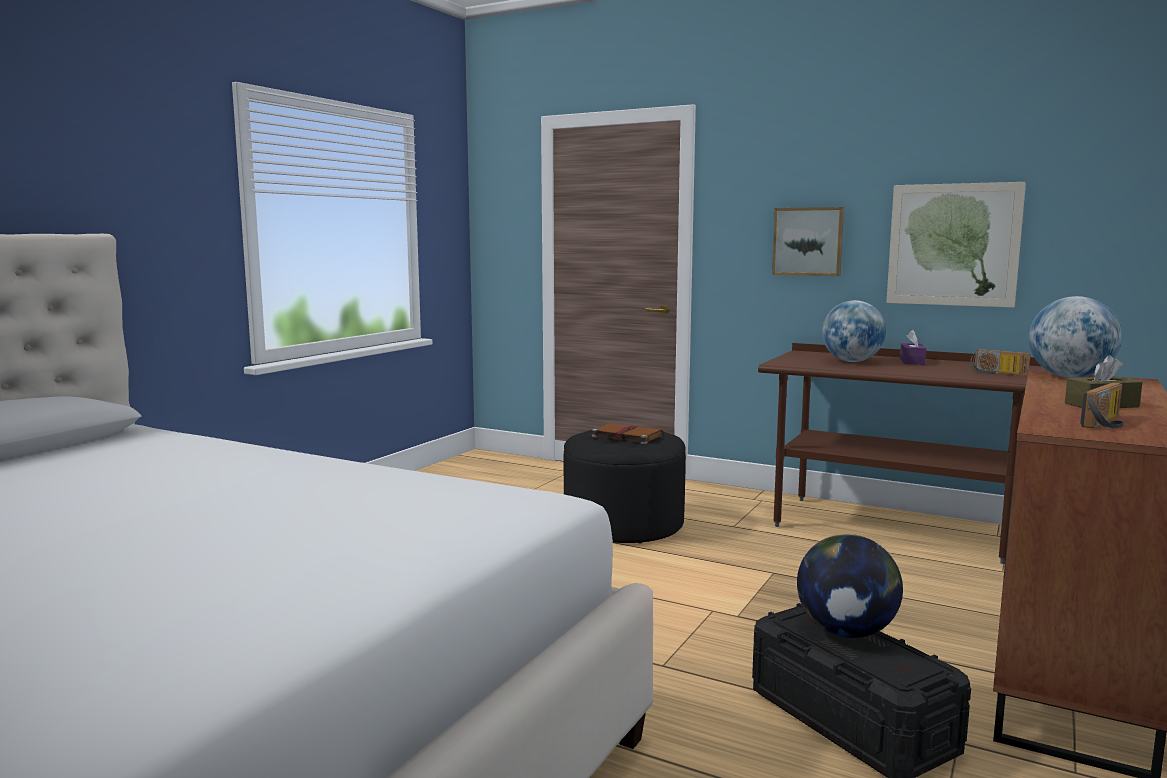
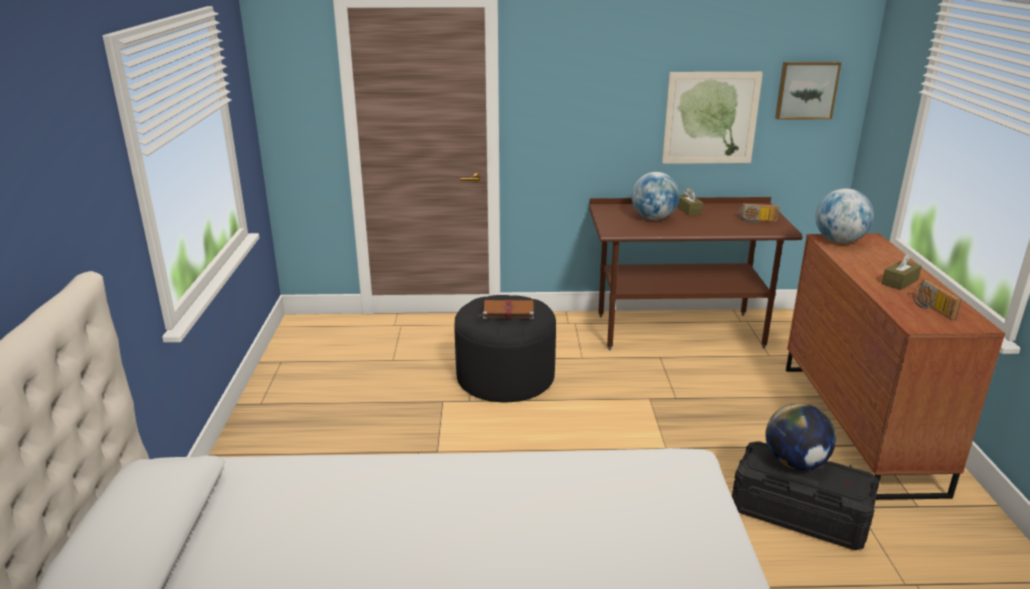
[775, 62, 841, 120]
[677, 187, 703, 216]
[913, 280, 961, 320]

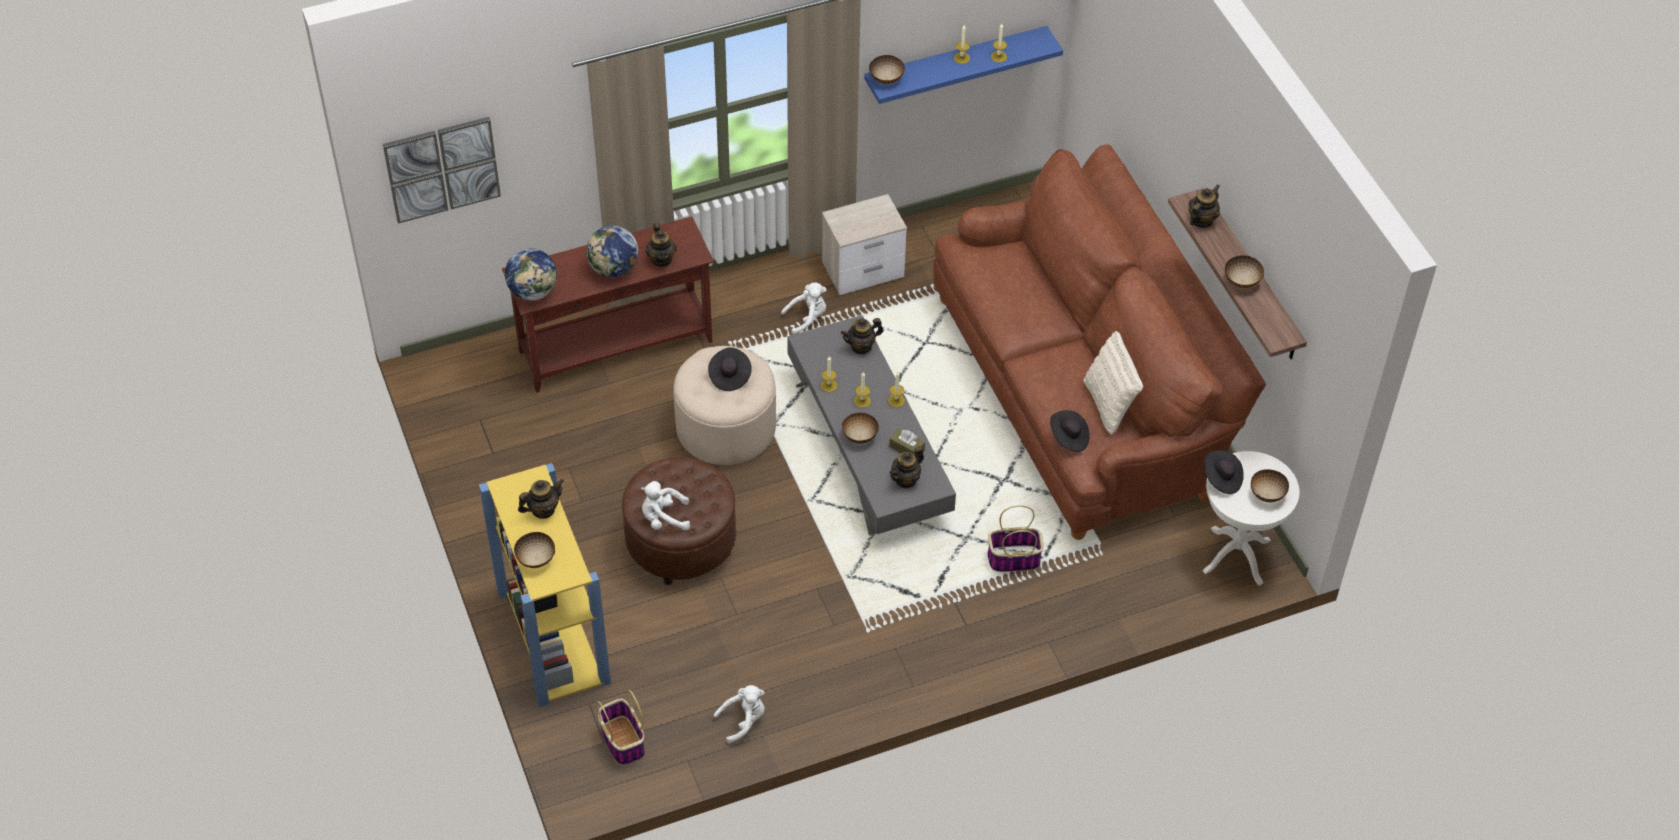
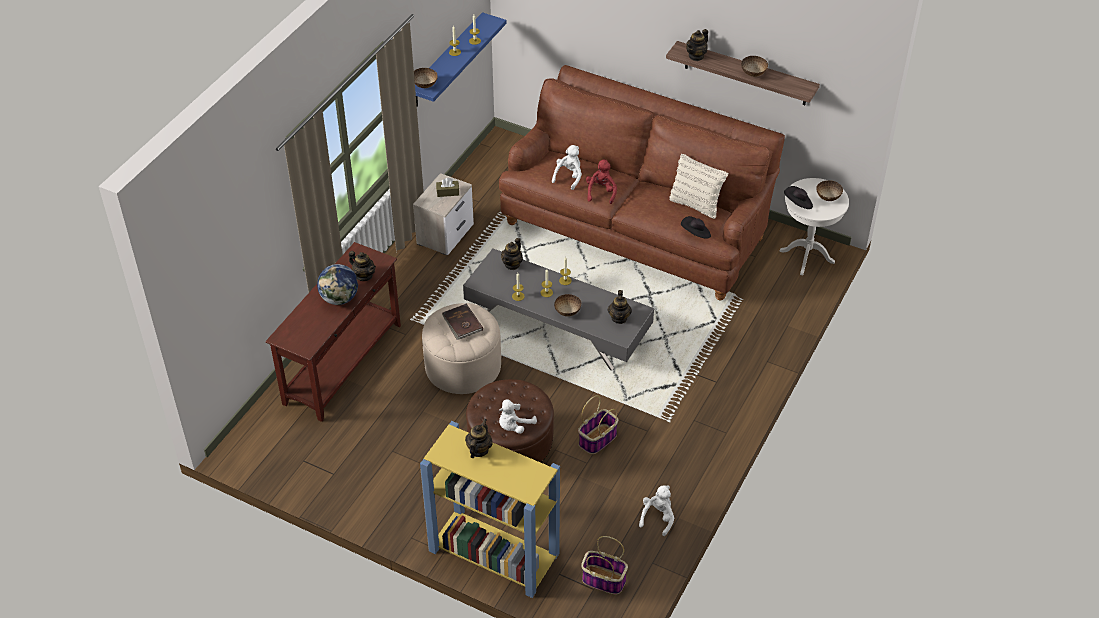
[383, 117, 501, 224] (first image)
[504, 248, 557, 301] (first image)
[514, 532, 555, 568] (first image)
[586, 160, 617, 204]
[552, 145, 582, 190]
[436, 178, 459, 197]
[578, 396, 618, 454]
[442, 304, 483, 340]
[686, 29, 708, 61]

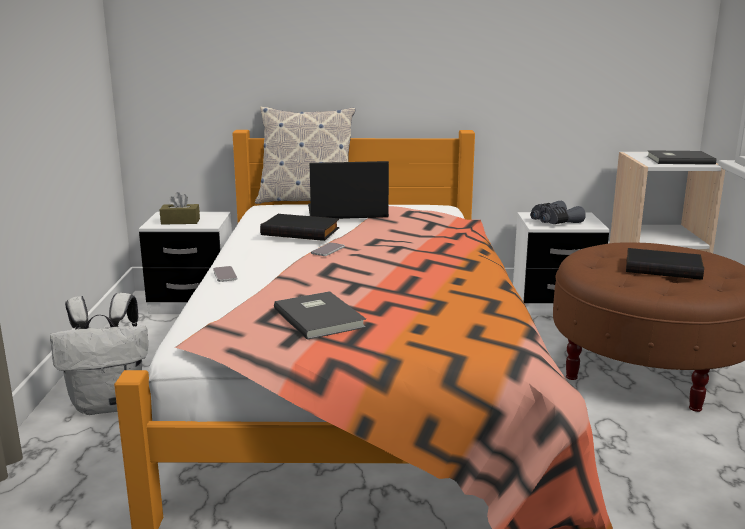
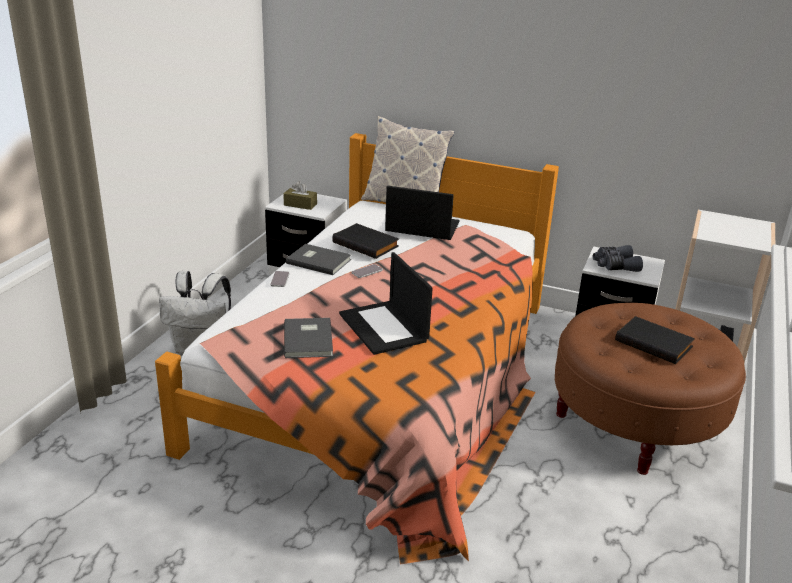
[339, 252, 433, 355]
[286, 244, 351, 275]

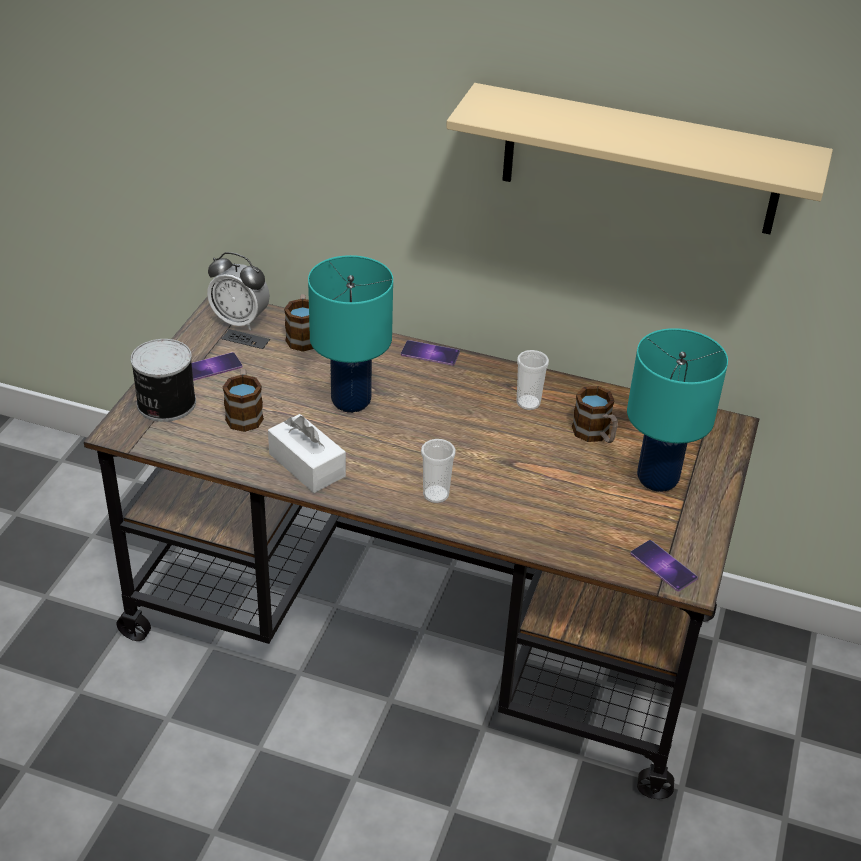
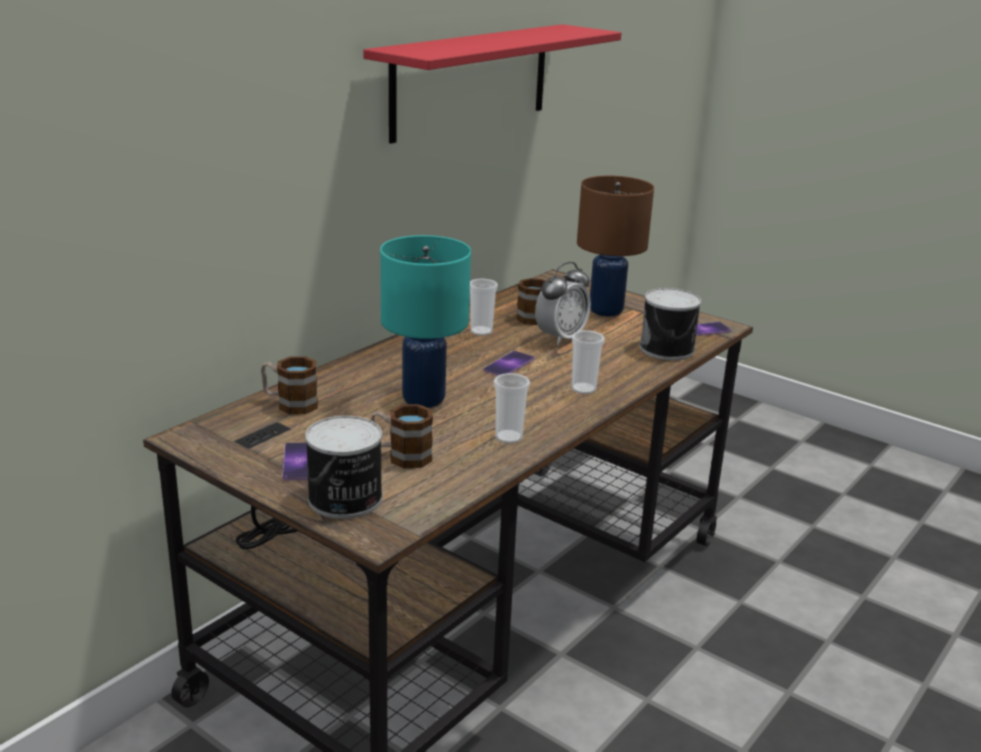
[640, 288, 701, 360]
[535, 262, 591, 345]
[483, 351, 535, 376]
[493, 373, 530, 444]
[363, 24, 621, 144]
[577, 176, 654, 317]

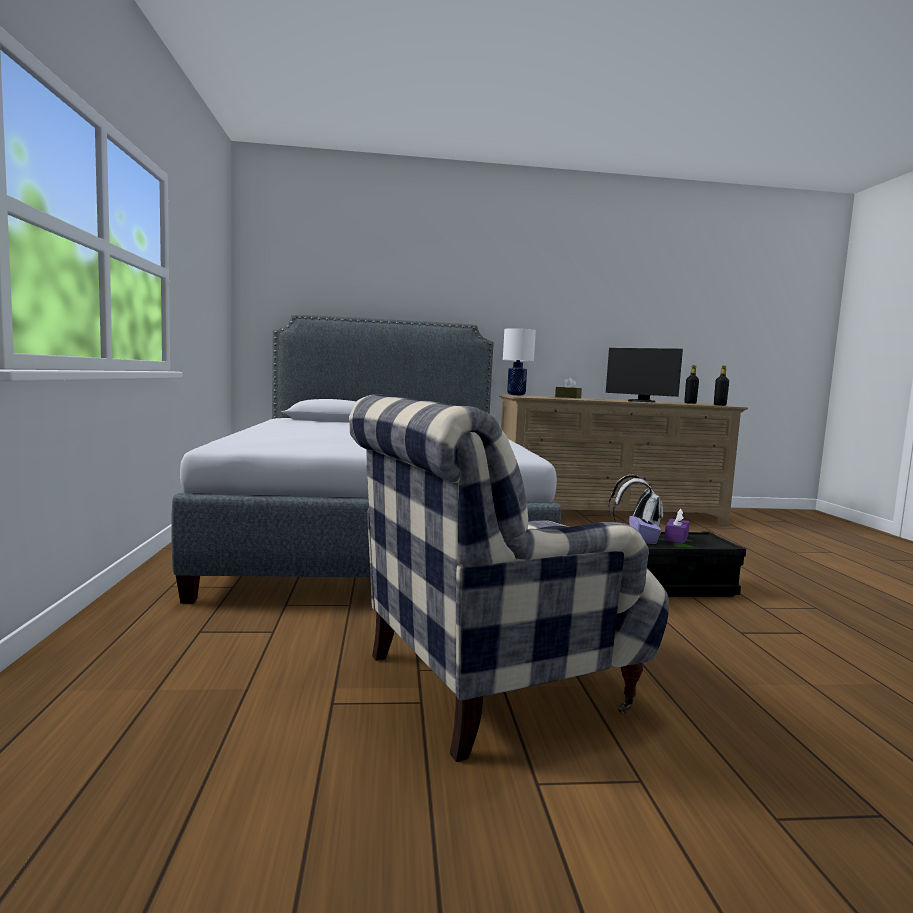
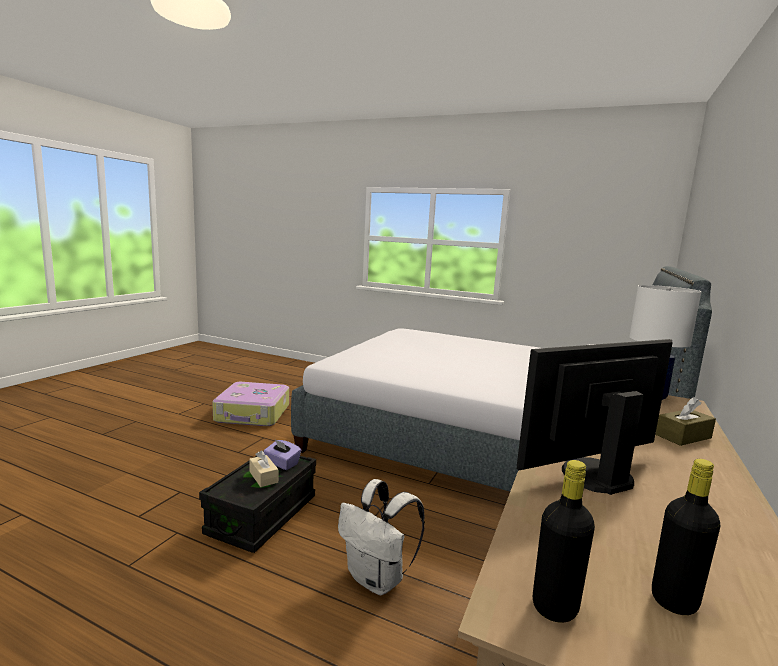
[212, 382, 289, 426]
[249, 450, 278, 487]

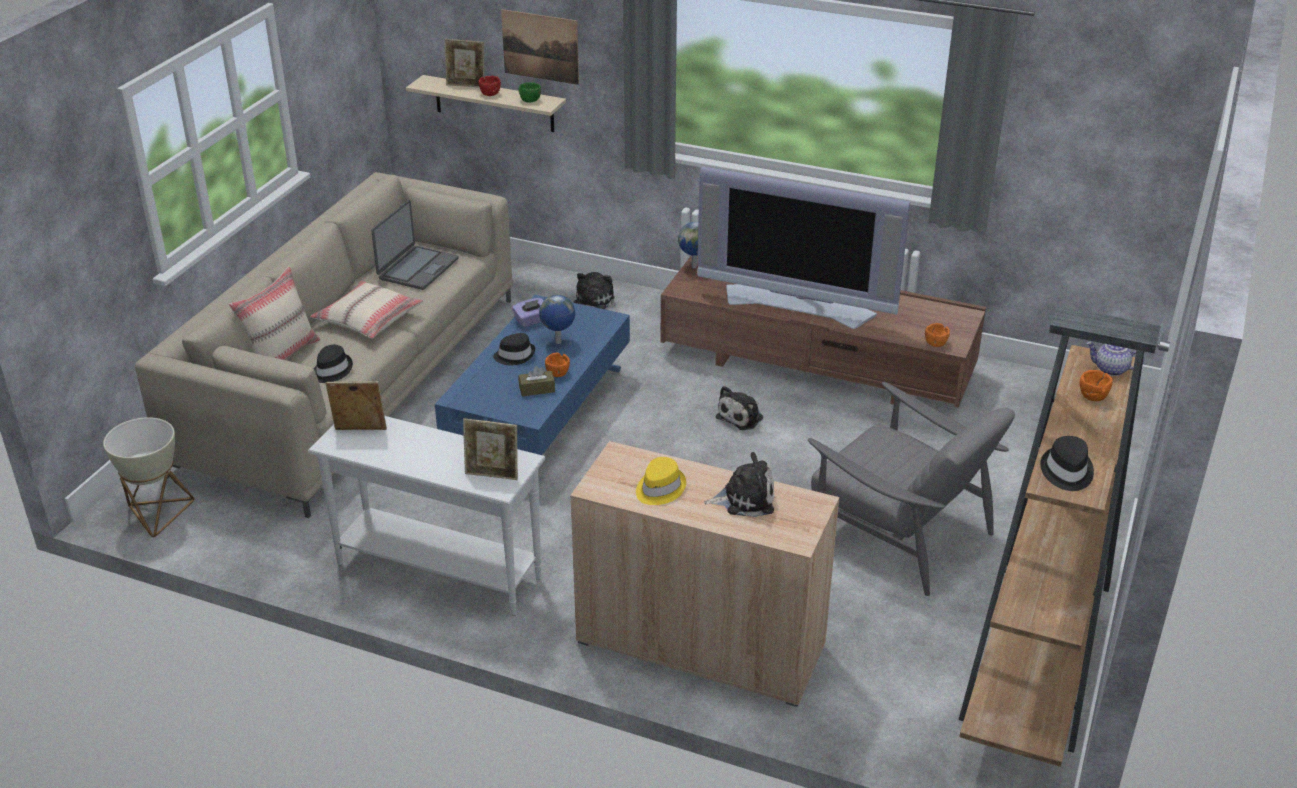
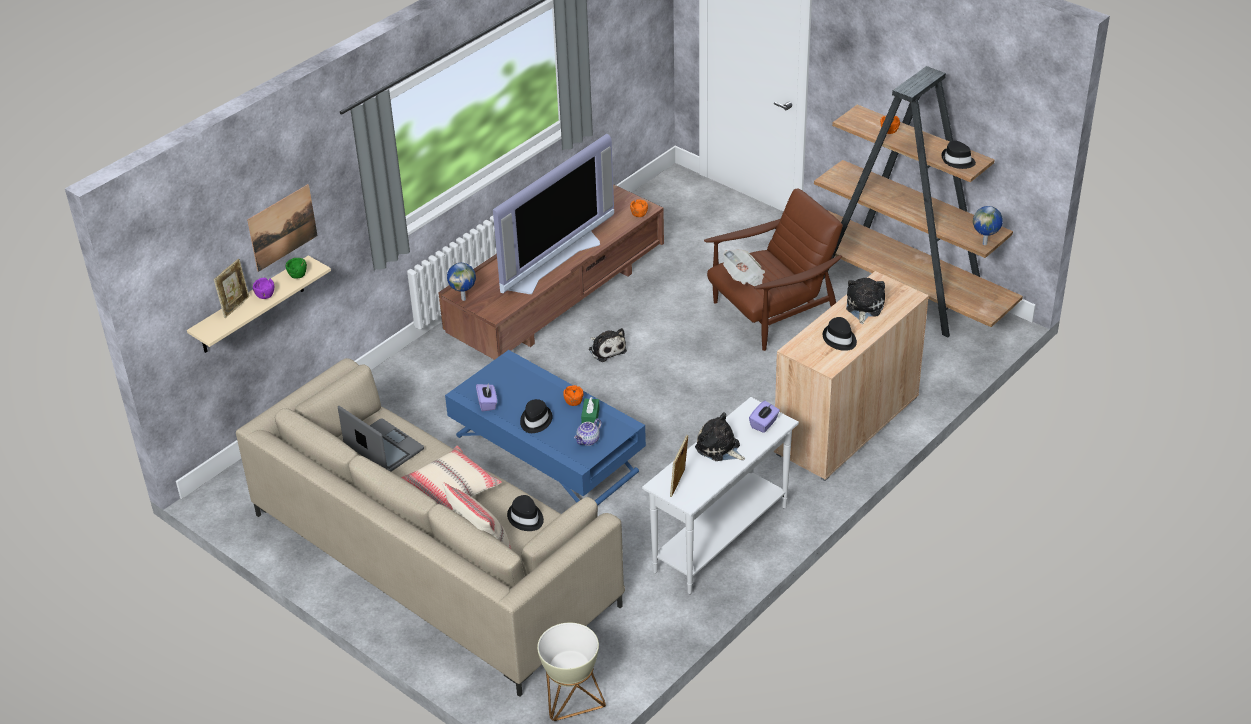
[723, 249, 765, 287]
[973, 206, 1003, 245]
[695, 412, 745, 461]
[574, 419, 601, 446]
[749, 401, 780, 433]
[253, 278, 274, 299]
[581, 397, 600, 425]
[823, 317, 857, 351]
[704, 188, 843, 351]

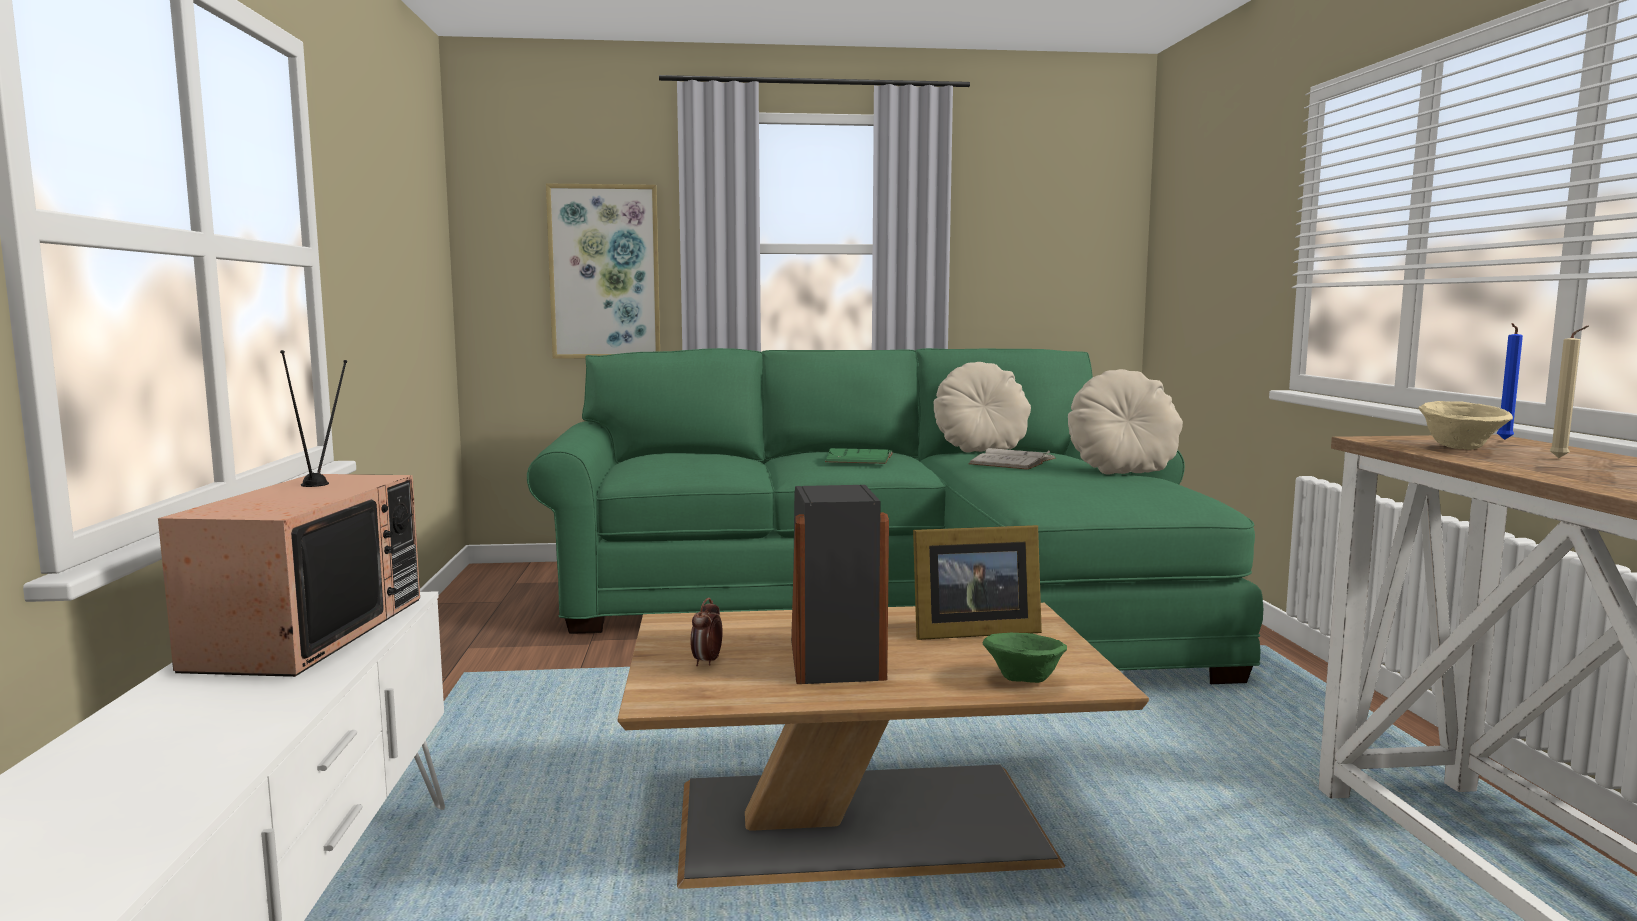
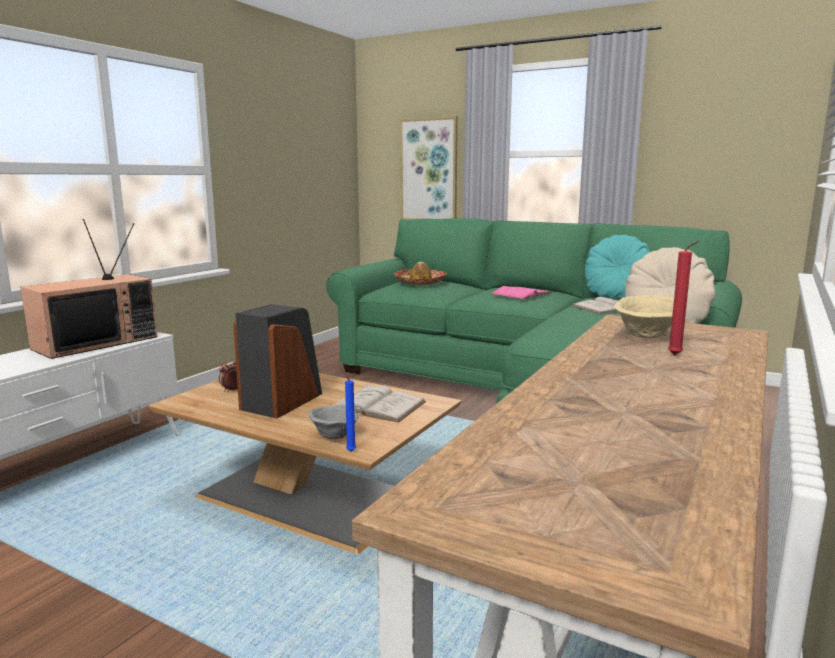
[394, 262, 447, 285]
[341, 374, 356, 452]
[332, 384, 426, 422]
[492, 286, 551, 299]
[585, 235, 650, 299]
[308, 406, 359, 439]
[668, 241, 699, 355]

